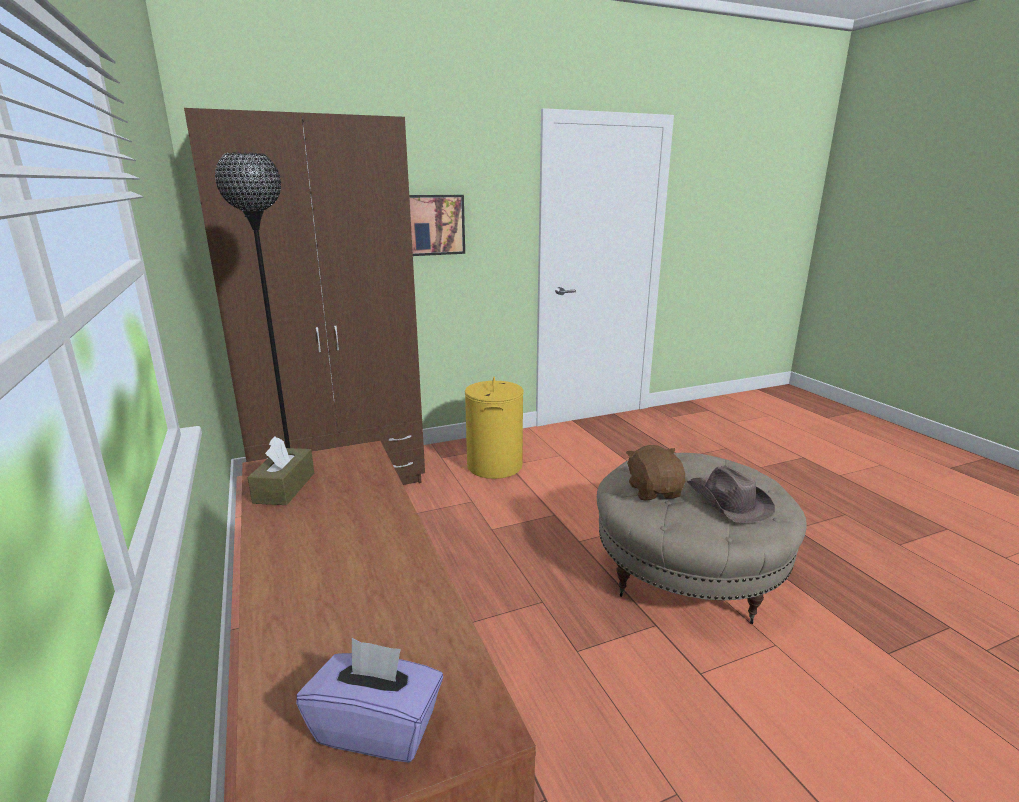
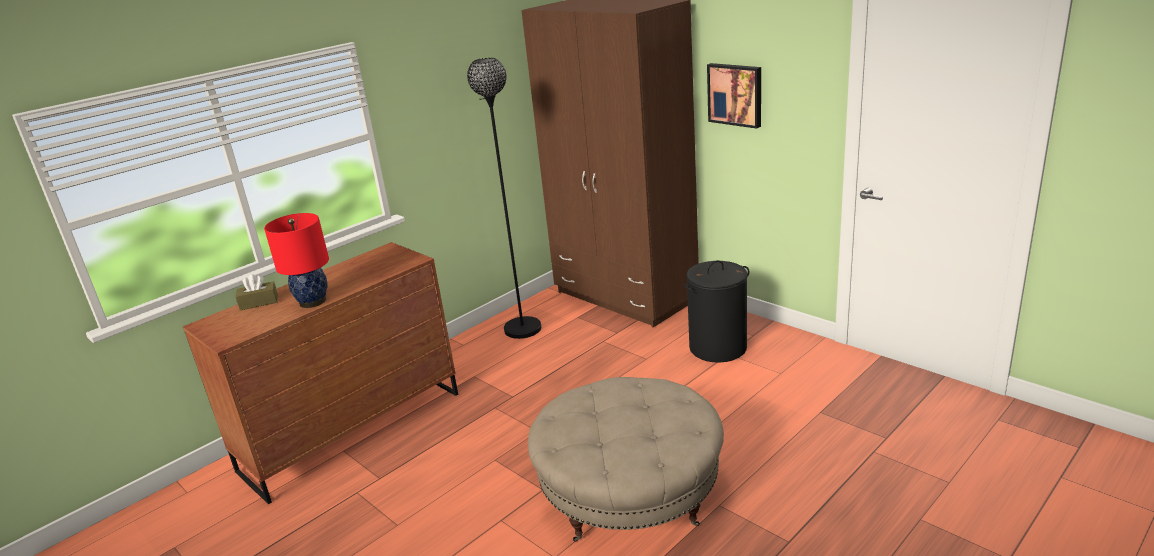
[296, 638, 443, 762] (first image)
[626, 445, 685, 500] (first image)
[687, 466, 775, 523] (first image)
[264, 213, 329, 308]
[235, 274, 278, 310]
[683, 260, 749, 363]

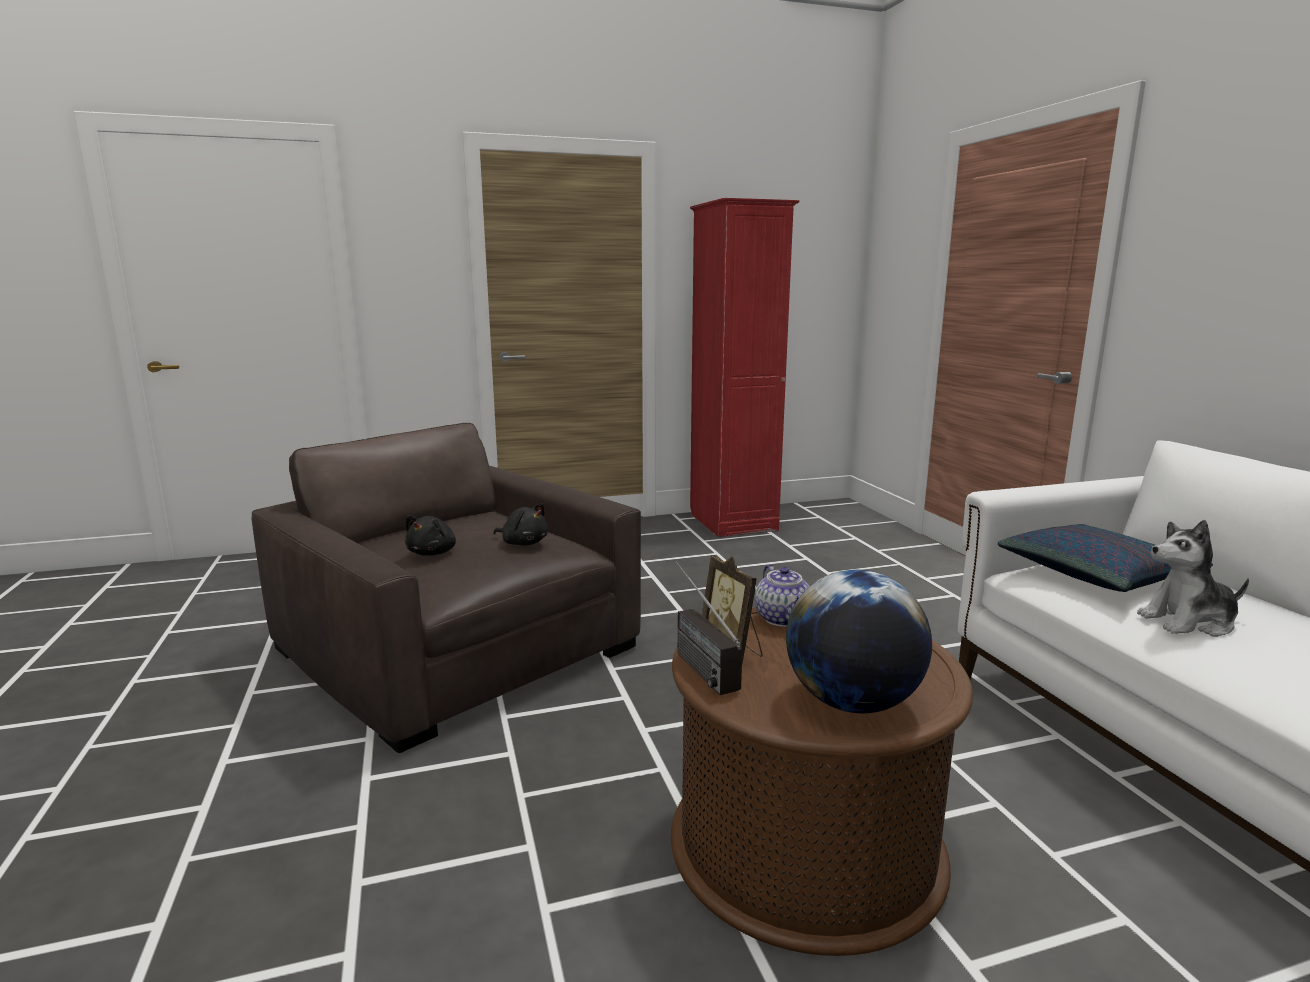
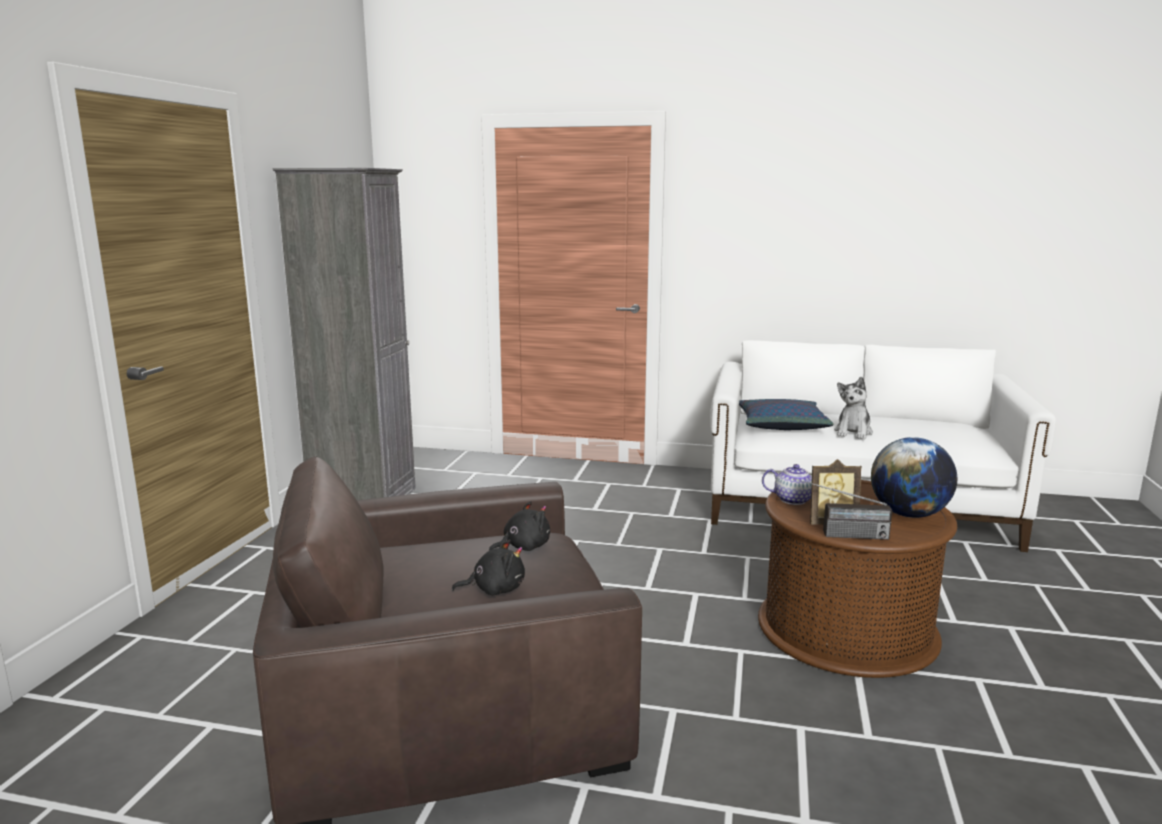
[273, 168, 416, 500]
[452, 539, 525, 595]

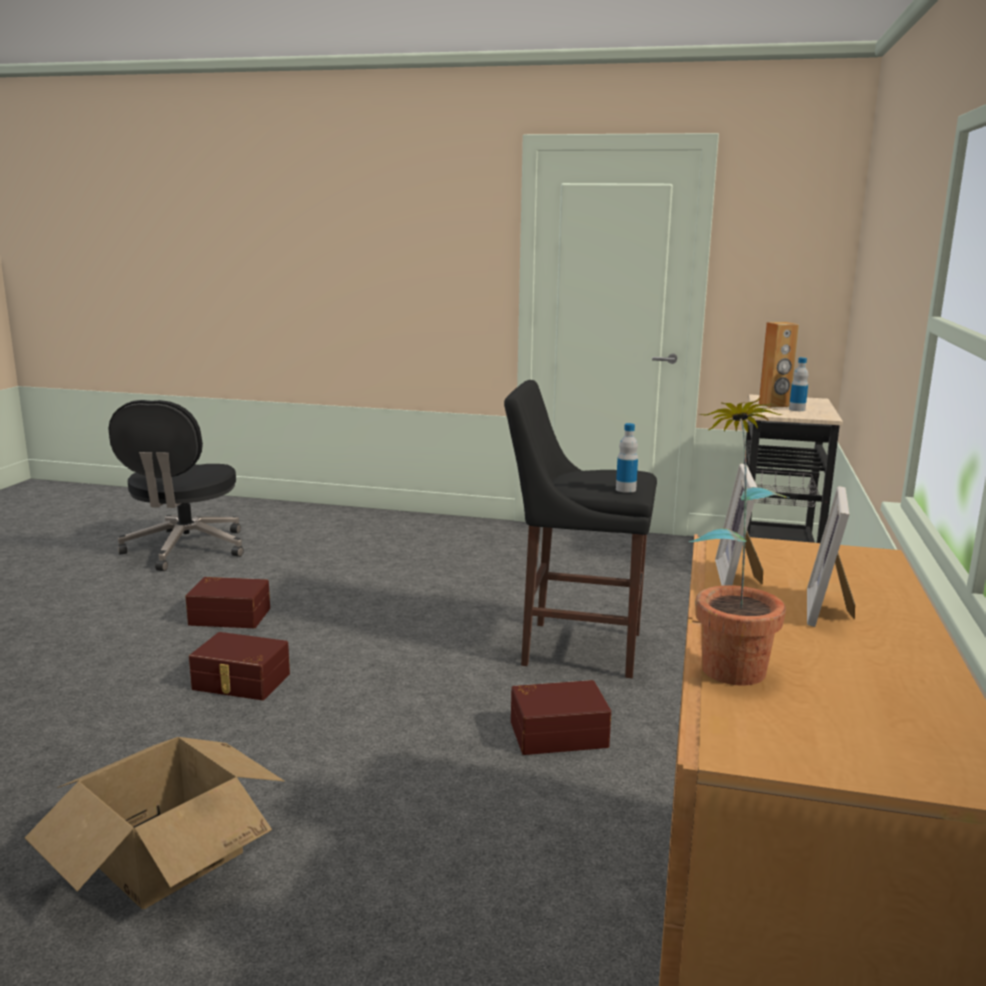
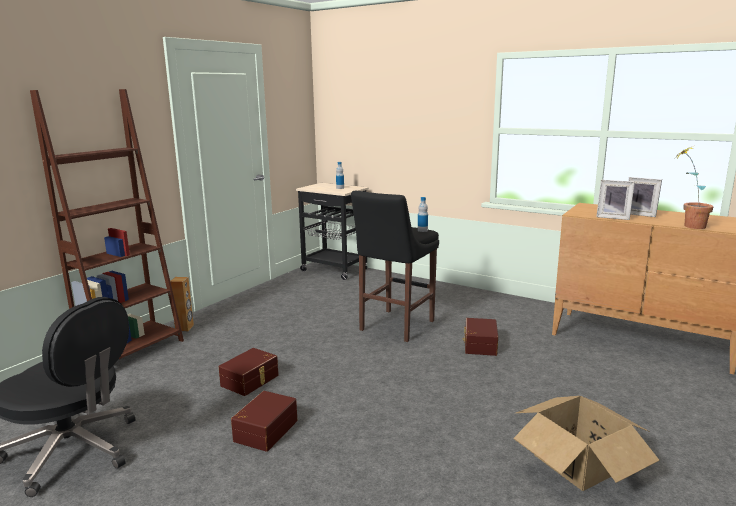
[30, 89, 184, 360]
[219, 348, 279, 396]
[170, 277, 194, 331]

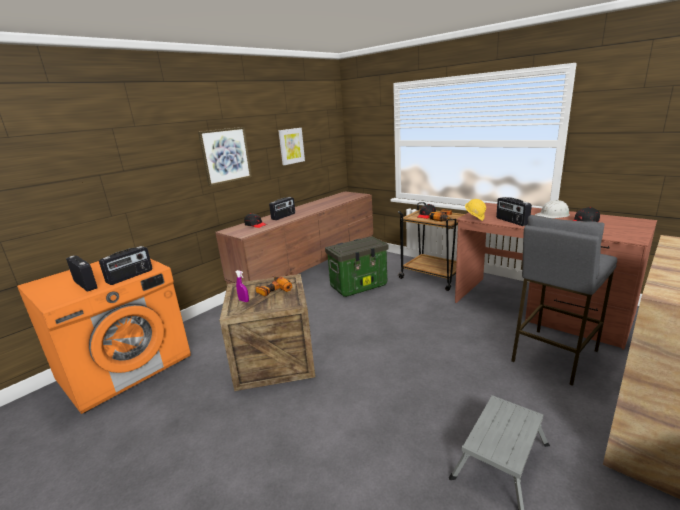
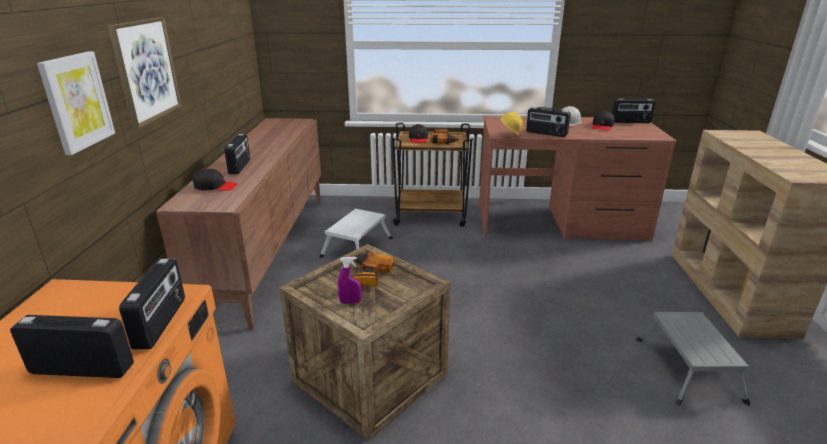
[511, 215, 617, 386] (first image)
[612, 98, 655, 123]
[37, 51, 115, 155]
[319, 208, 393, 258]

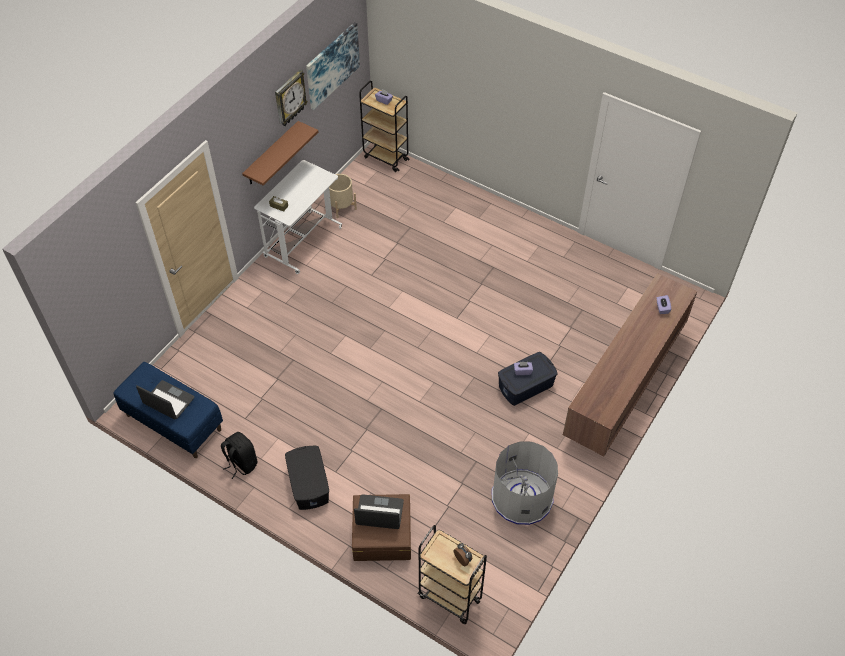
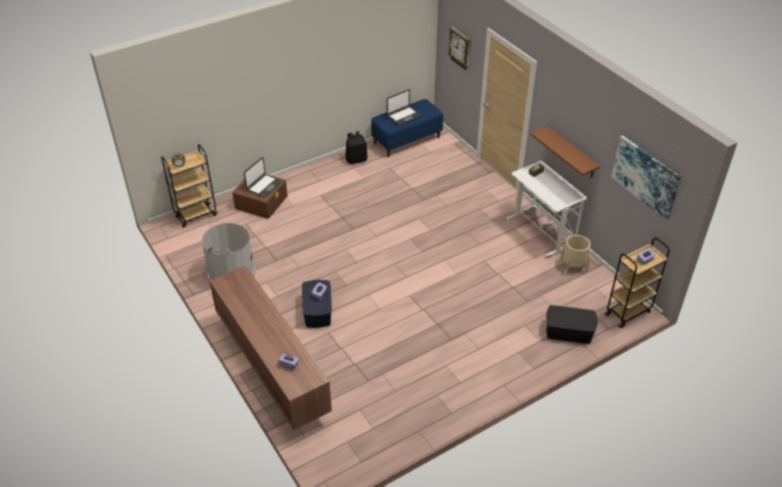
[448, 27, 471, 70]
[546, 305, 598, 344]

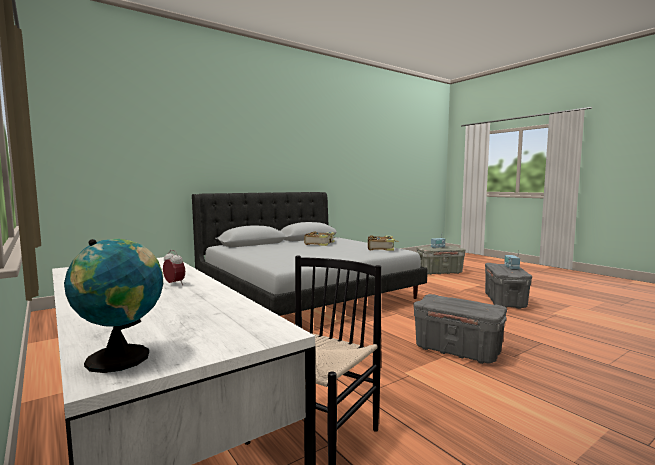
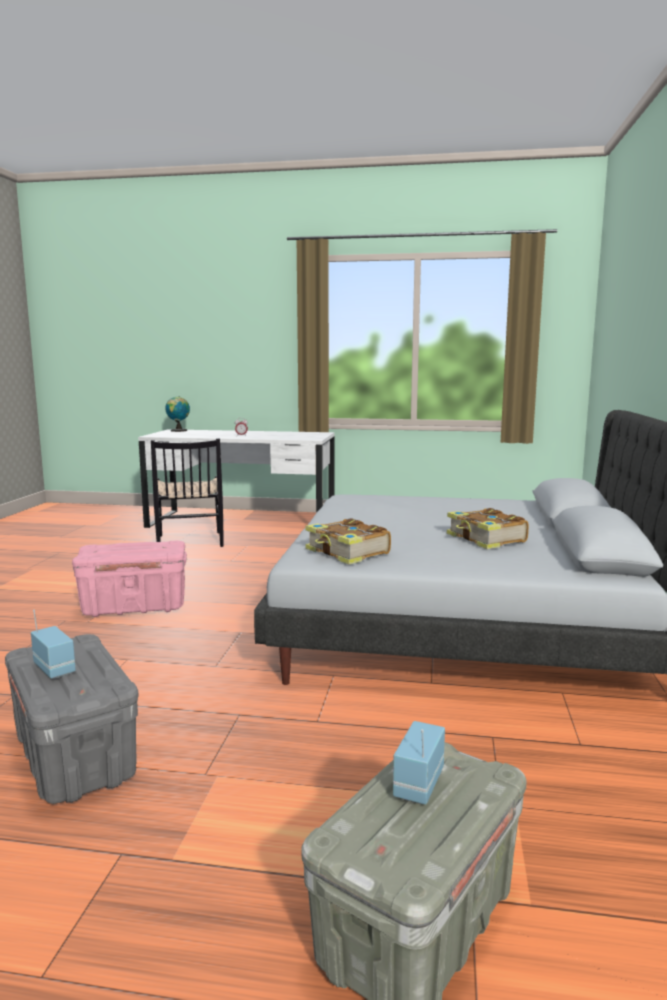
[72, 541, 187, 617]

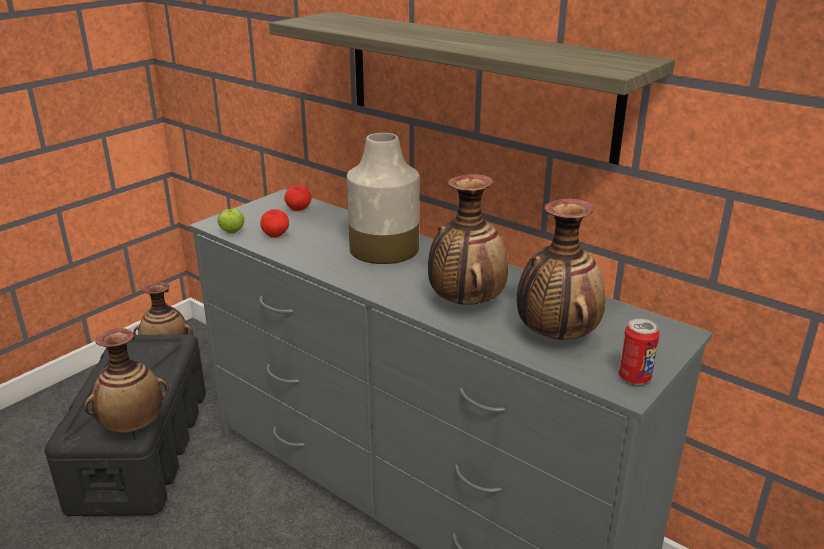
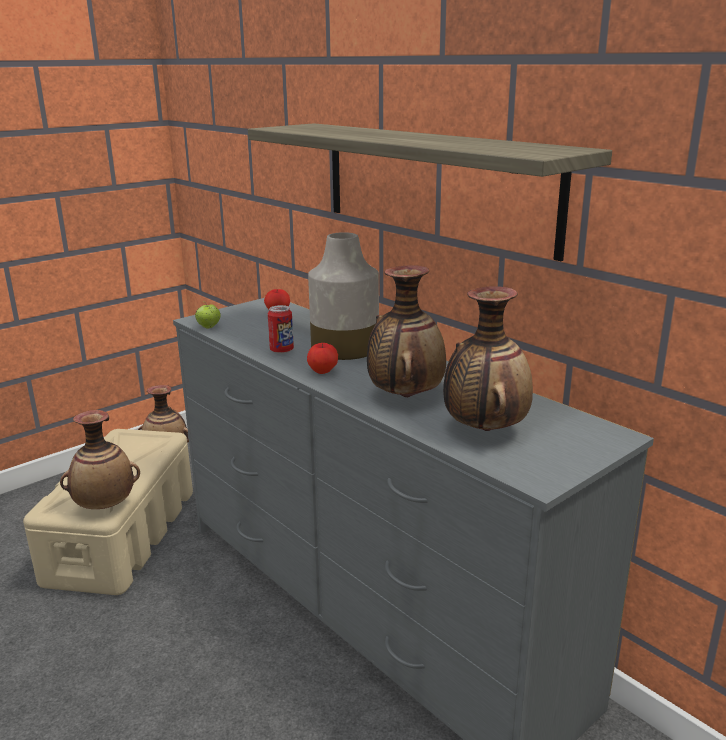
[307, 343, 338, 374]
[268, 305, 294, 354]
[23, 429, 193, 595]

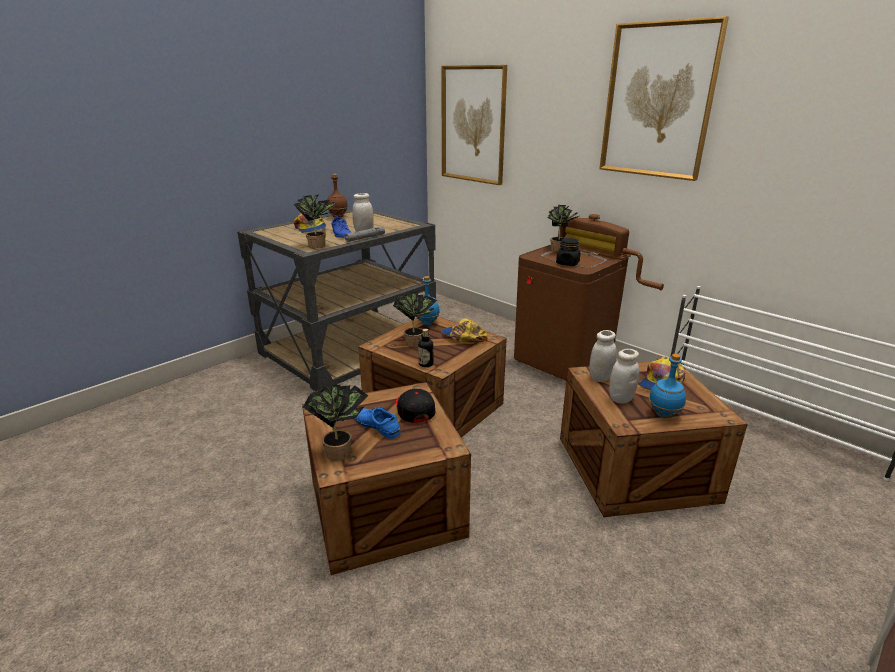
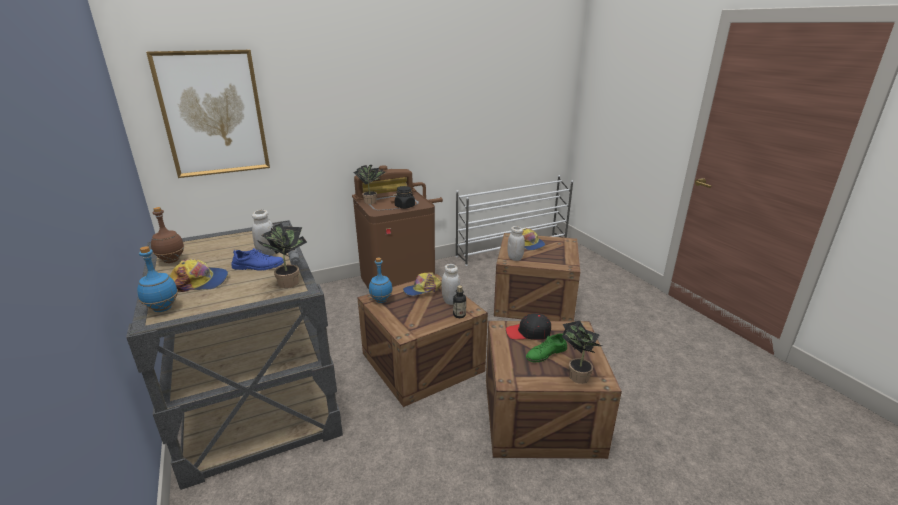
[393, 292, 437, 347] (first image)
[599, 16, 729, 181] (first image)
[441, 264, 460, 305]
[137, 246, 178, 312]
[526, 333, 567, 362]

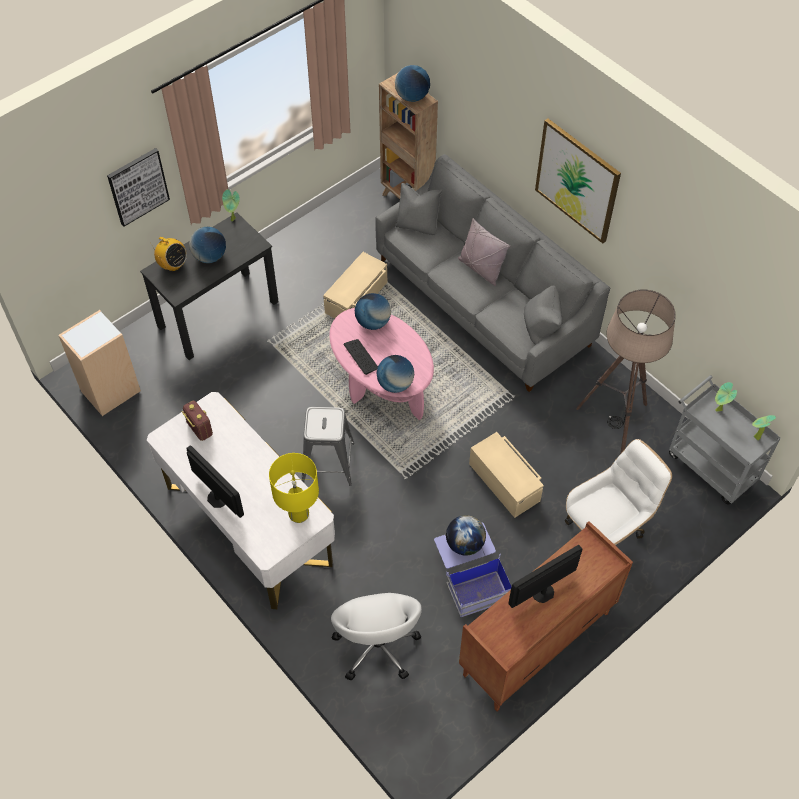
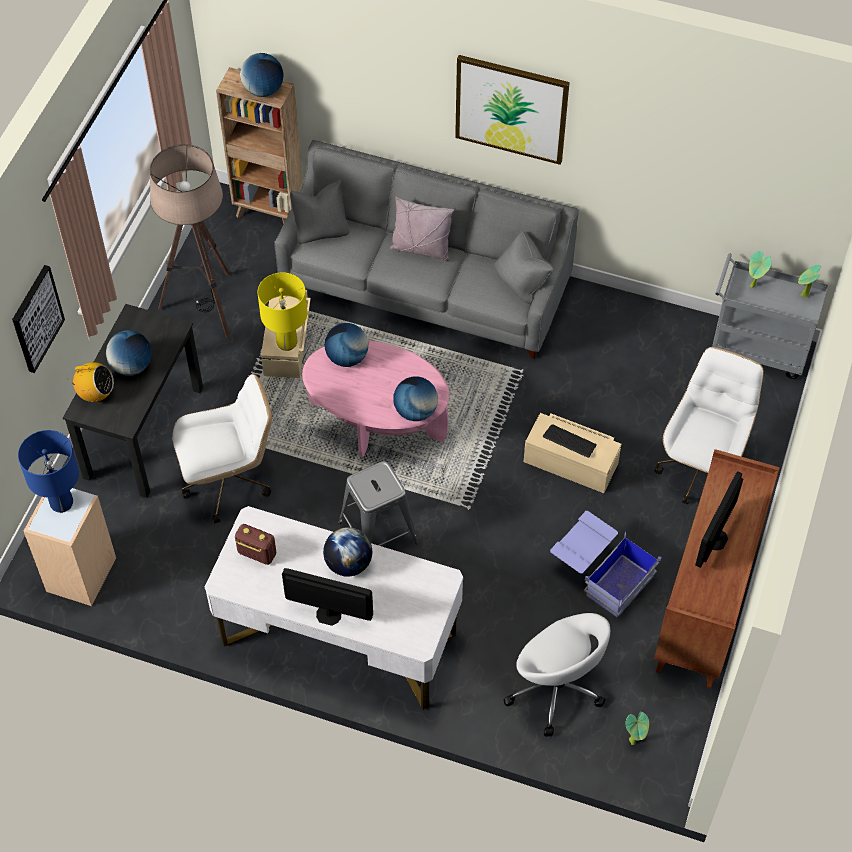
[18, 430, 79, 513]
[172, 374, 272, 523]
[625, 712, 649, 745]
[257, 272, 307, 351]
[543, 424, 597, 458]
[323, 527, 372, 577]
[150, 144, 230, 338]

